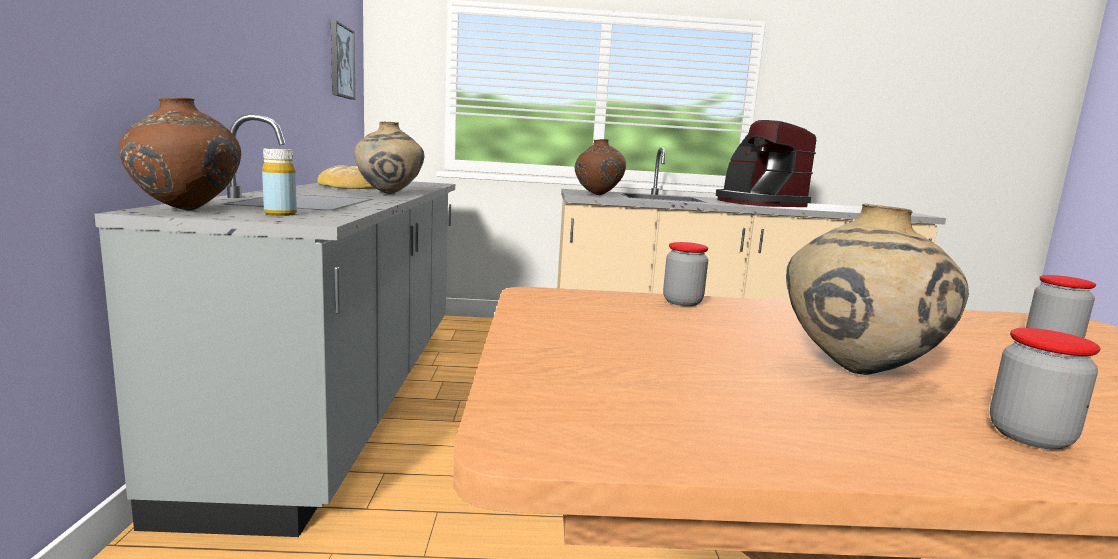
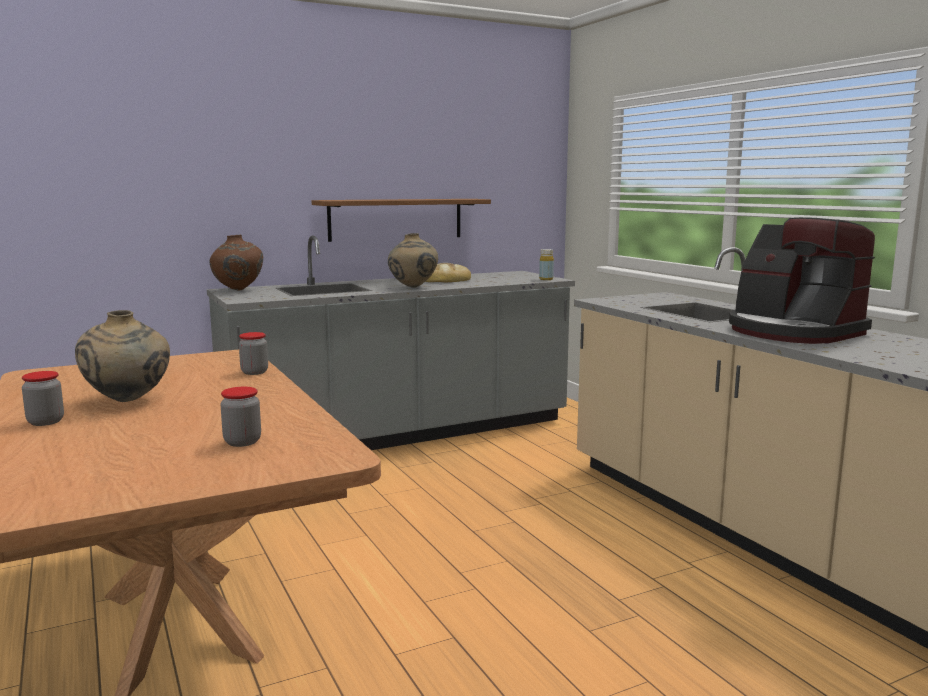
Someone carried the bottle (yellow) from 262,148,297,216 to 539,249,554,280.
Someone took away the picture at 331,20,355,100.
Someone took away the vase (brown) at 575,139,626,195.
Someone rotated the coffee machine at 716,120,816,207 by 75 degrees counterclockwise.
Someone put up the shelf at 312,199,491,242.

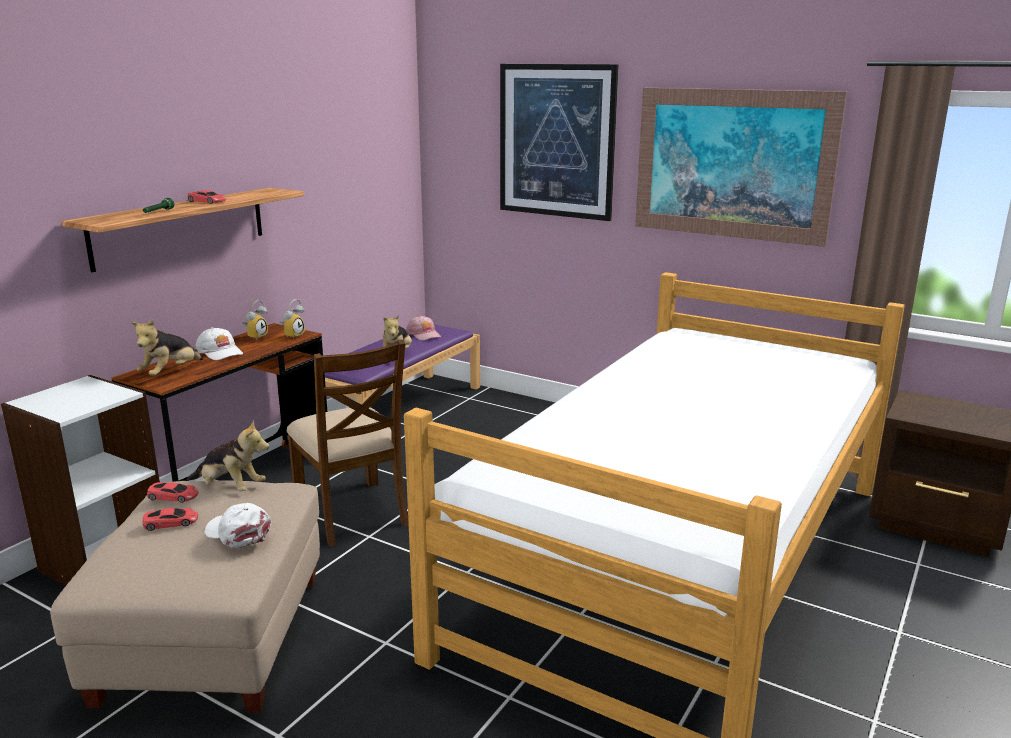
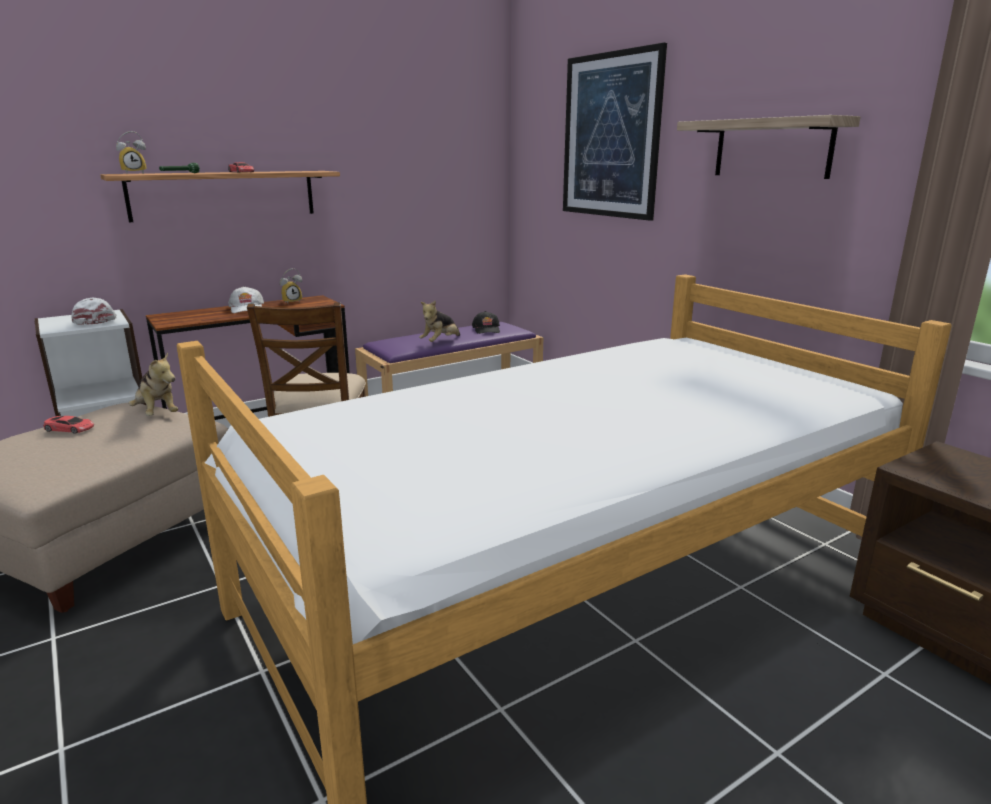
Someone took away the plush toy at 131,319,203,376.
Someone took away the toy car (red) at 147,482,199,503.
Someone carried the cap (white) from 205,503,272,548 to 71,298,117,325.
Someone carried the alarm clock from 280,299,305,339 to 116,131,147,174.
Someone repainted the cap (pink) at 407,315,441,341, which became the cap (black) at 472,311,500,334.
Someone swapped the picture at 635,88,847,247 for the shelf at 677,115,861,179.

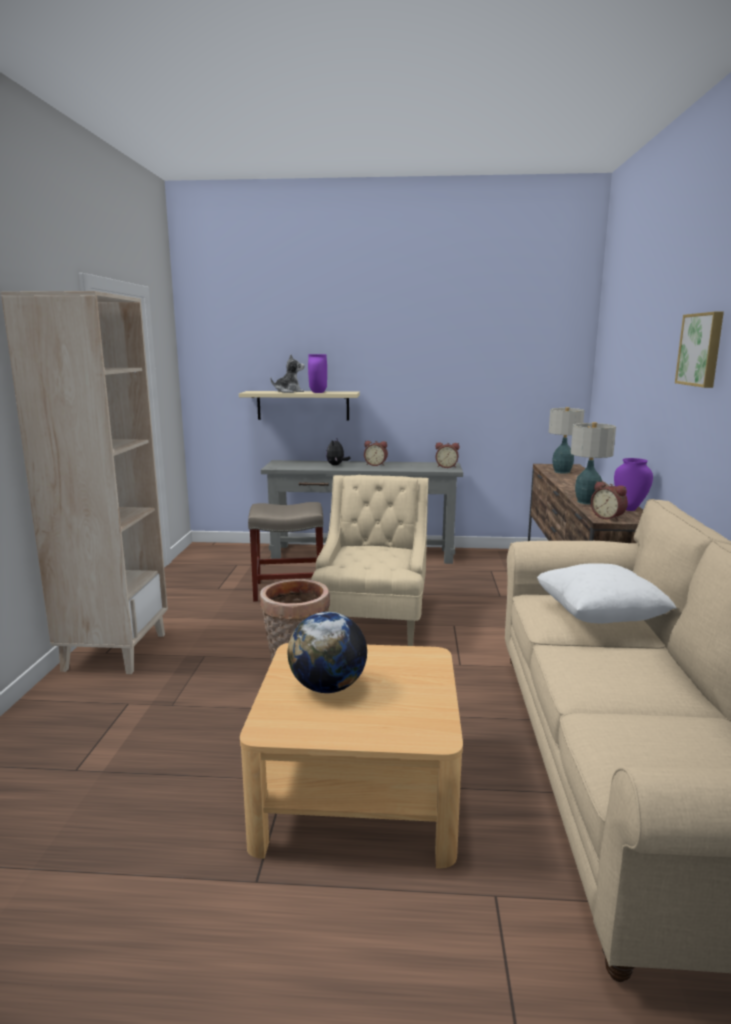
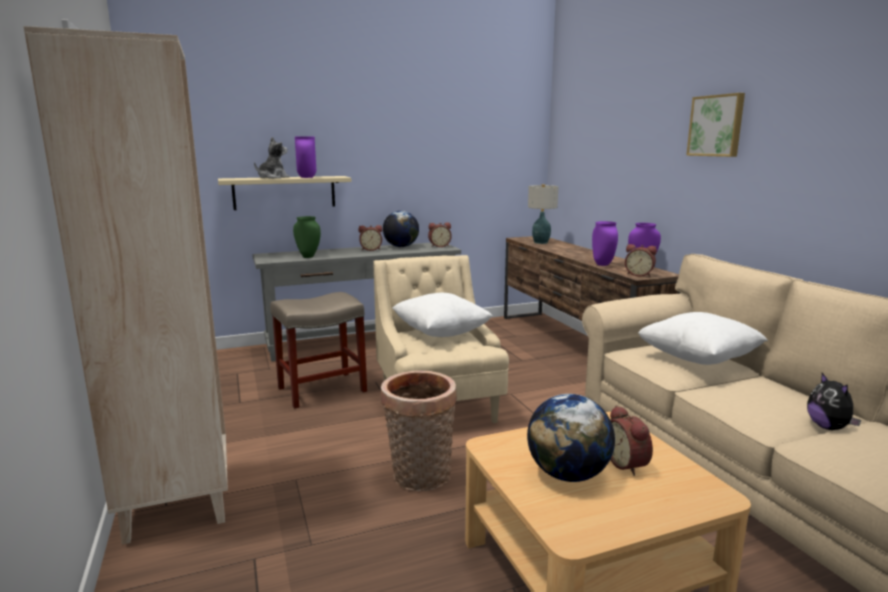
Someone carried the plush toy from 326,439,350,465 to 807,373,862,430.
Someone swapped the table lamp at 571,422,616,505 for the vase (purple) at 592,221,618,266.
Someone put down the vase (green) at 293,216,321,258.
Someone put down the globe at 383,211,419,247.
Someone put down the pillow (white) at 392,293,493,337.
Someone put down the alarm clock at 610,405,653,476.

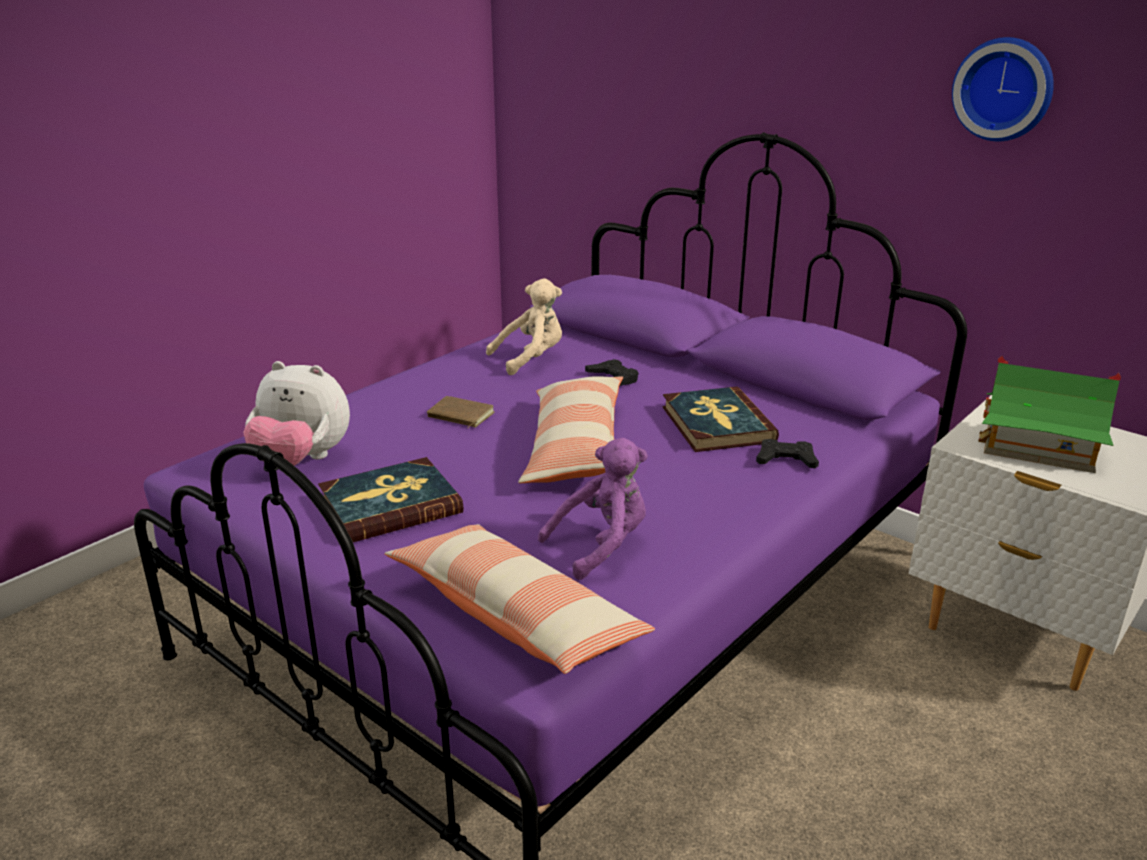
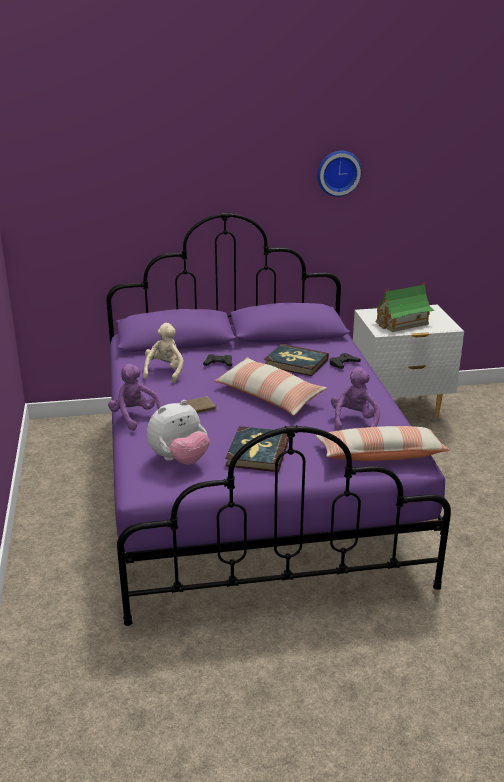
Someone put down the plush toy (purple) at 108,364,163,431.

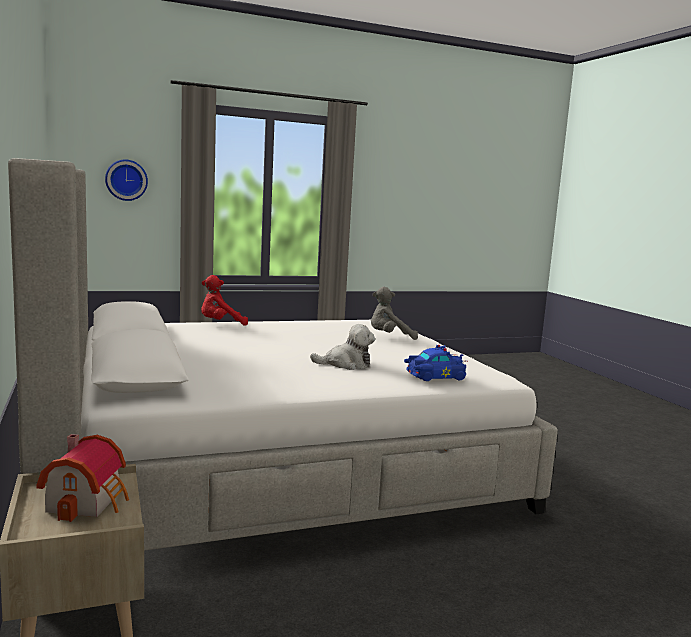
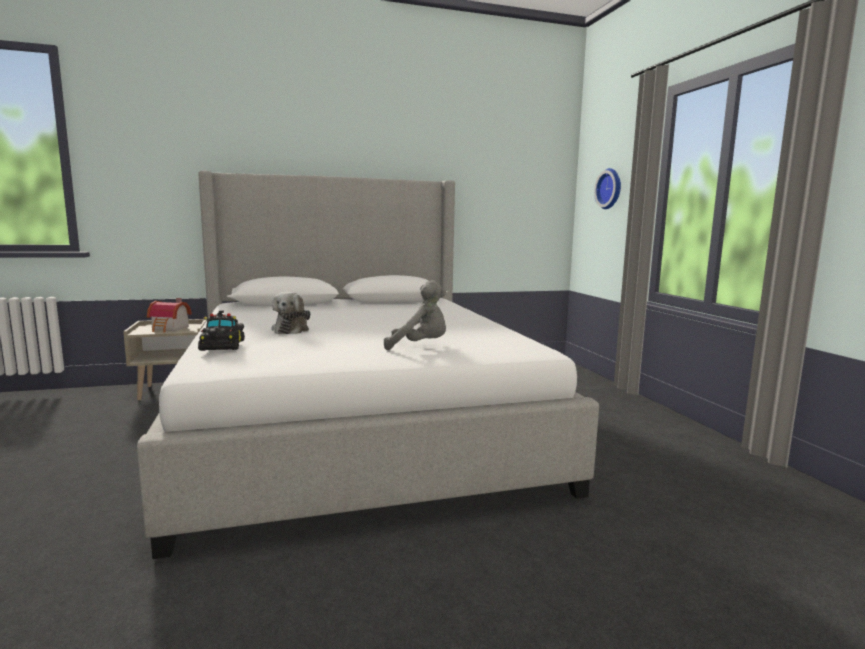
Someone took away the plush toy (red) at 201,275,248,326.
Someone rotated the plush toy (grey) at 371,287,418,340 by 105 degrees clockwise.
Someone repainted the toy car (blue) at 404,344,468,381, which became the toy car (black) at 198,311,245,351.

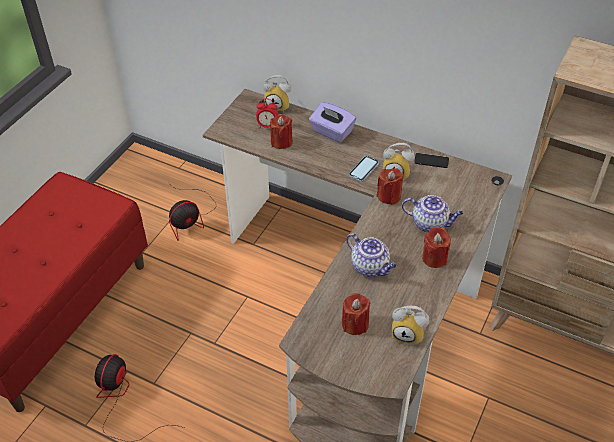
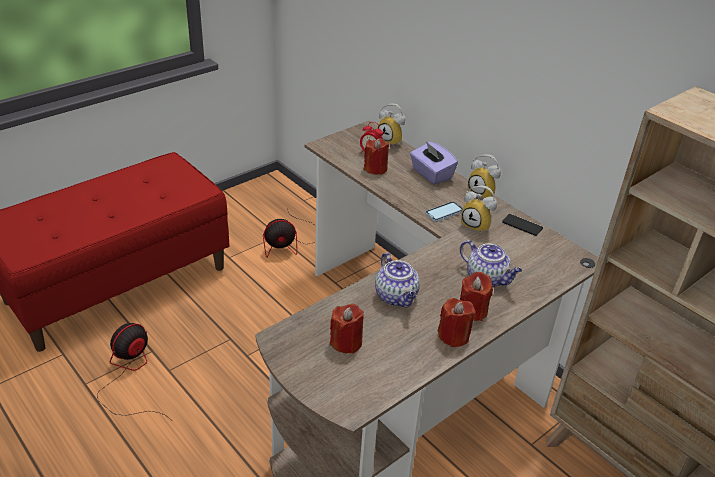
Someone carried the candle (red) from 376,168,404,205 to 438,298,476,347.
Someone carried the alarm clock from 391,306,430,345 to 468,154,501,198.

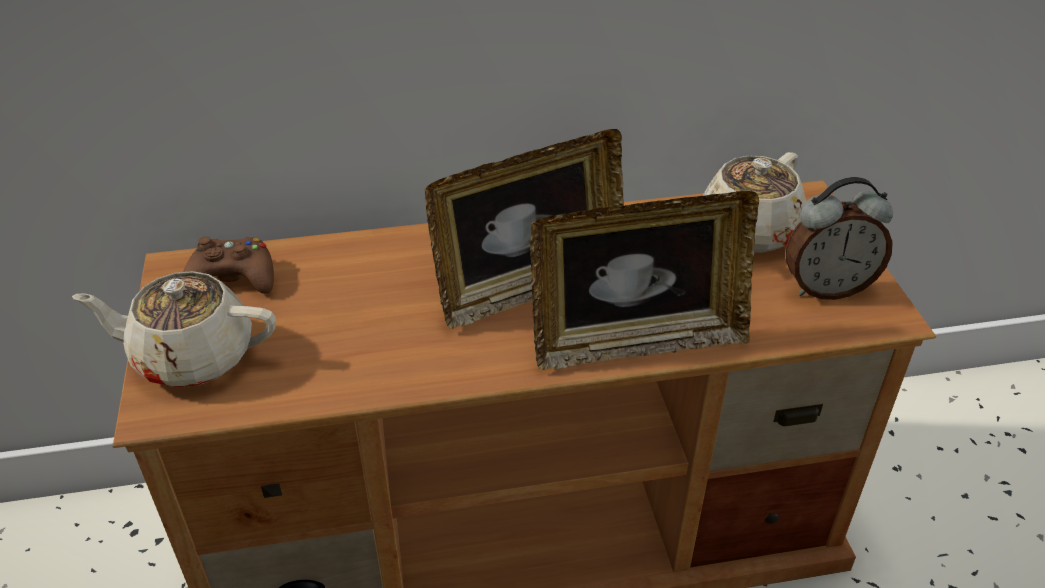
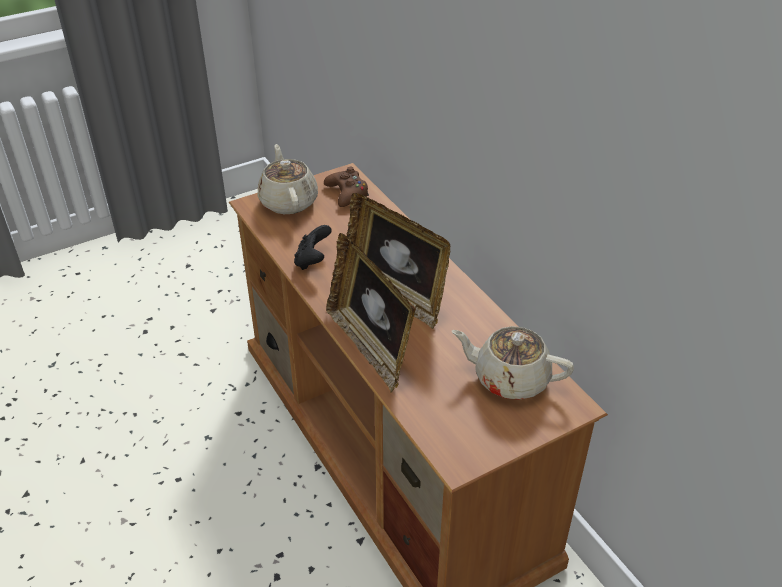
Someone took away the alarm clock at 786,177,893,300.
Someone put down the game controller (black) at 294,225,332,270.

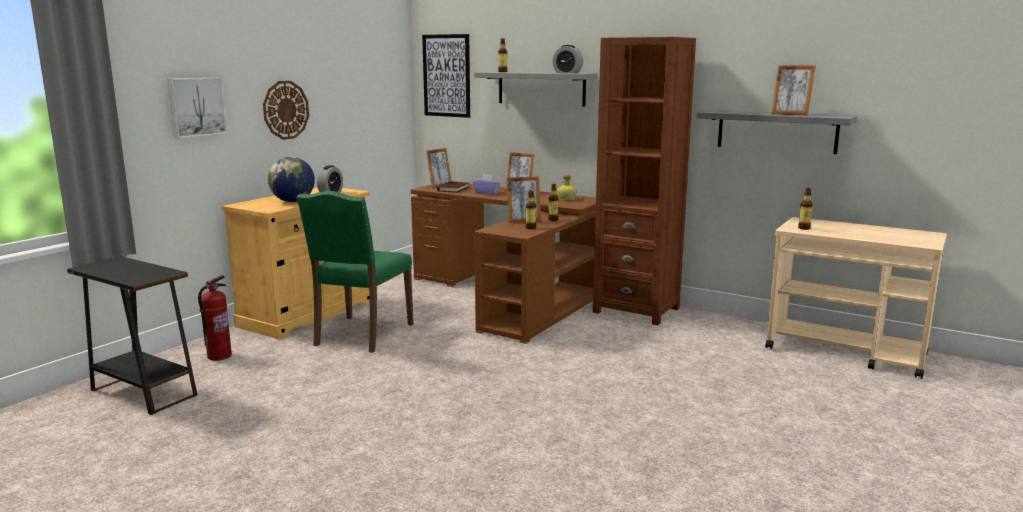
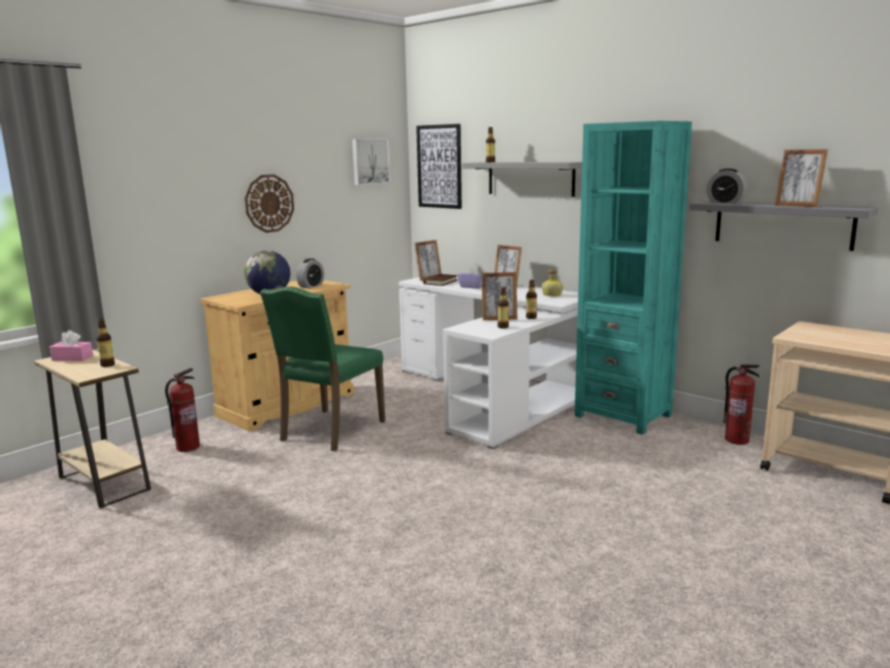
Someone repainted the side table (black) at 67,256,197,415, which became the side table (beige) at 34,349,151,509.
Someone carried the picture from 167,77,227,138 to 352,139,390,185.
Someone repainted the desk (brown) at 411,184,596,344, which became the desk (white) at 399,276,578,449.
Someone carried the alarm clock from 553,45,583,73 to 706,168,748,204.
Someone repainted the bookcase (brown) at 593,37,696,325, which became the bookcase (turquoise) at 575,121,692,435.
Someone carried the bottle from 798,188,813,230 to 97,319,115,367.
Someone put down the tissue box (pink) at 49,330,93,361.
Someone put down the fire extinguisher at 723,364,760,445.

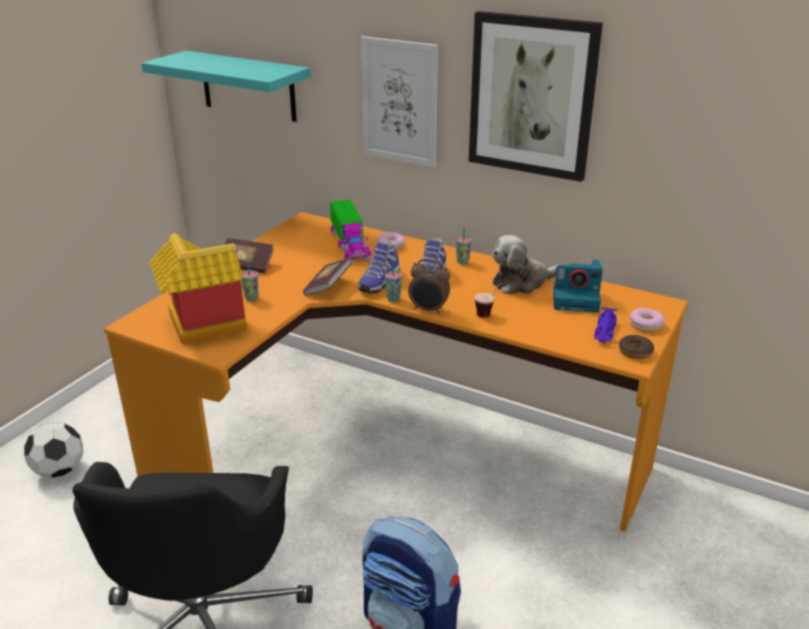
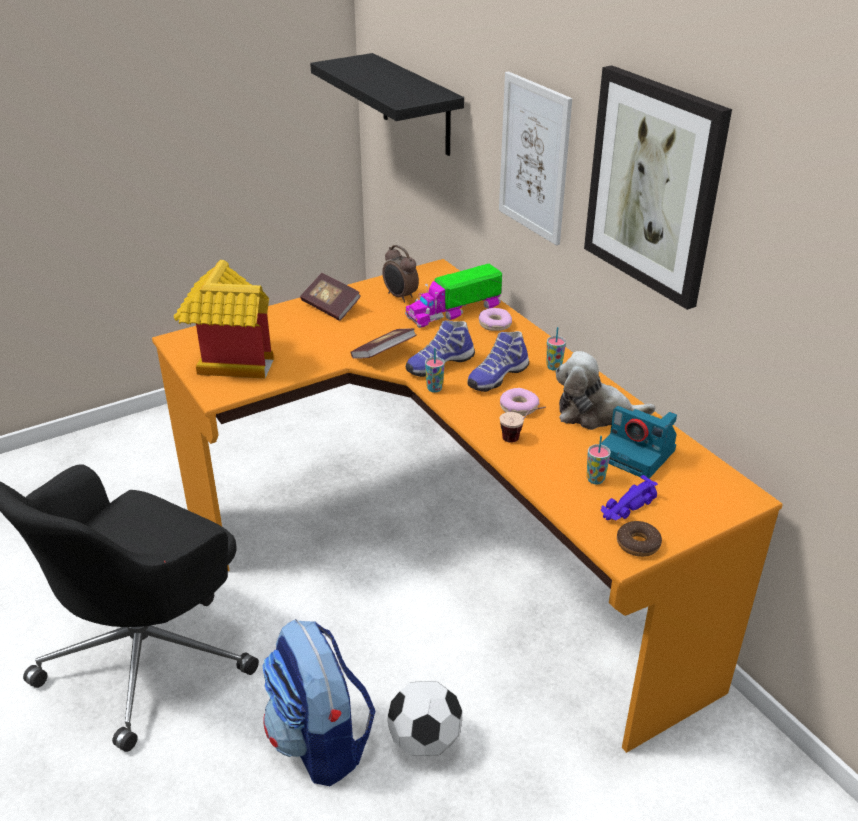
Someone carried the football from 24,422,83,478 to 388,681,462,756.
Someone repainted the shelf (turquoise) at 141,51,311,122, which became the shelf (black) at 310,53,464,156.
Someone carried the cup from 242,261,259,301 to 587,436,611,484.
Someone rotated the toy truck at 330,200,371,262 by 45 degrees clockwise.
Someone carried the alarm clock from 408,259,450,314 to 382,245,419,303.
Someone carried the donut from 629,308,664,331 to 500,388,539,416.

